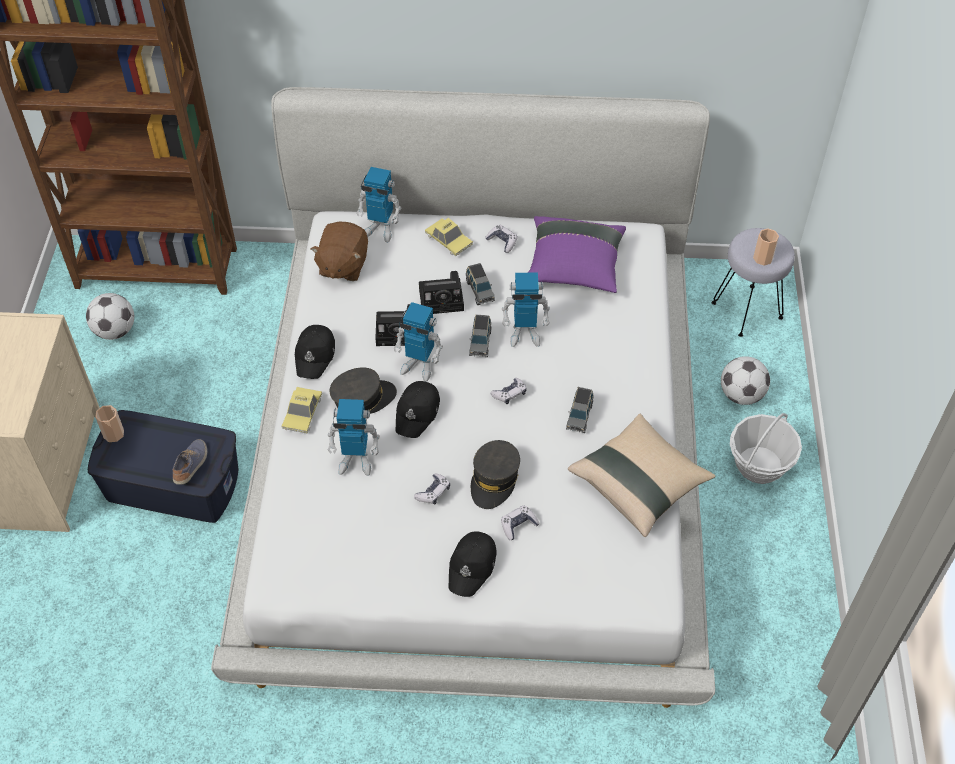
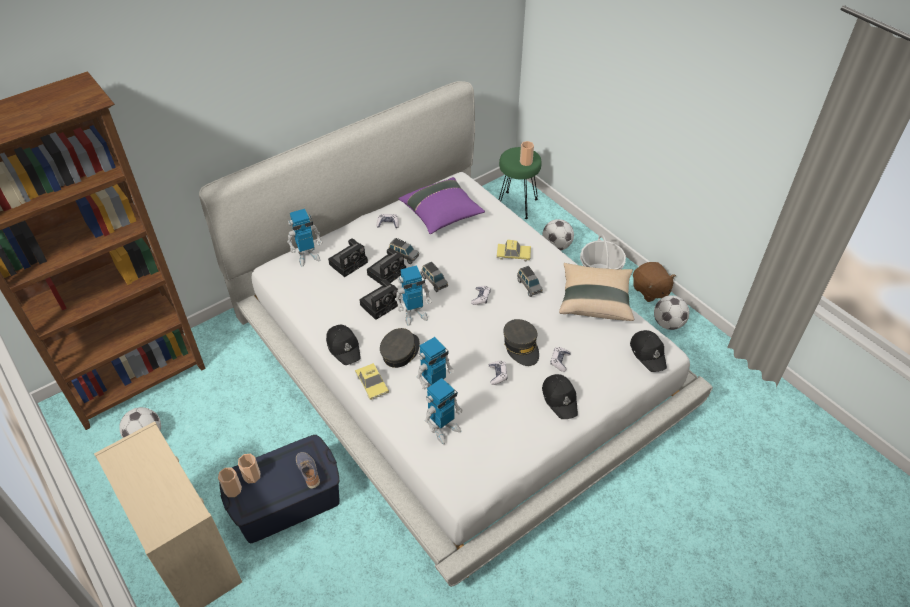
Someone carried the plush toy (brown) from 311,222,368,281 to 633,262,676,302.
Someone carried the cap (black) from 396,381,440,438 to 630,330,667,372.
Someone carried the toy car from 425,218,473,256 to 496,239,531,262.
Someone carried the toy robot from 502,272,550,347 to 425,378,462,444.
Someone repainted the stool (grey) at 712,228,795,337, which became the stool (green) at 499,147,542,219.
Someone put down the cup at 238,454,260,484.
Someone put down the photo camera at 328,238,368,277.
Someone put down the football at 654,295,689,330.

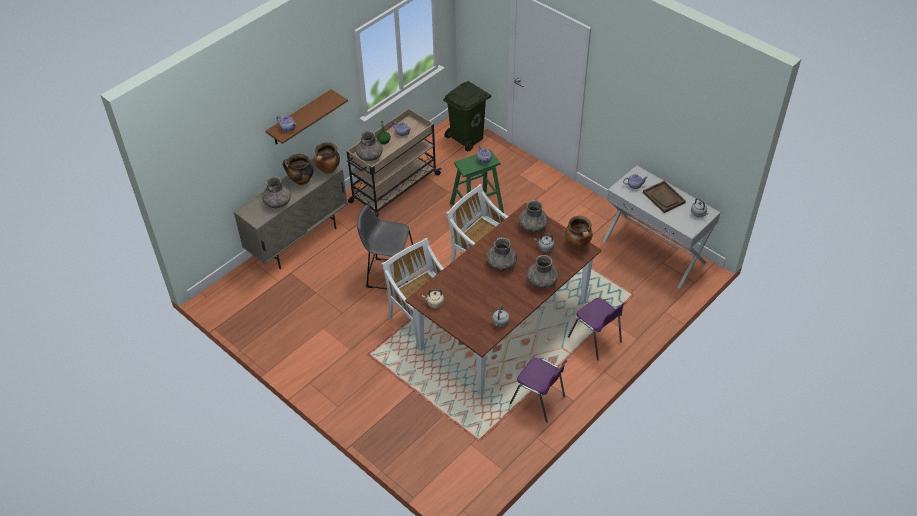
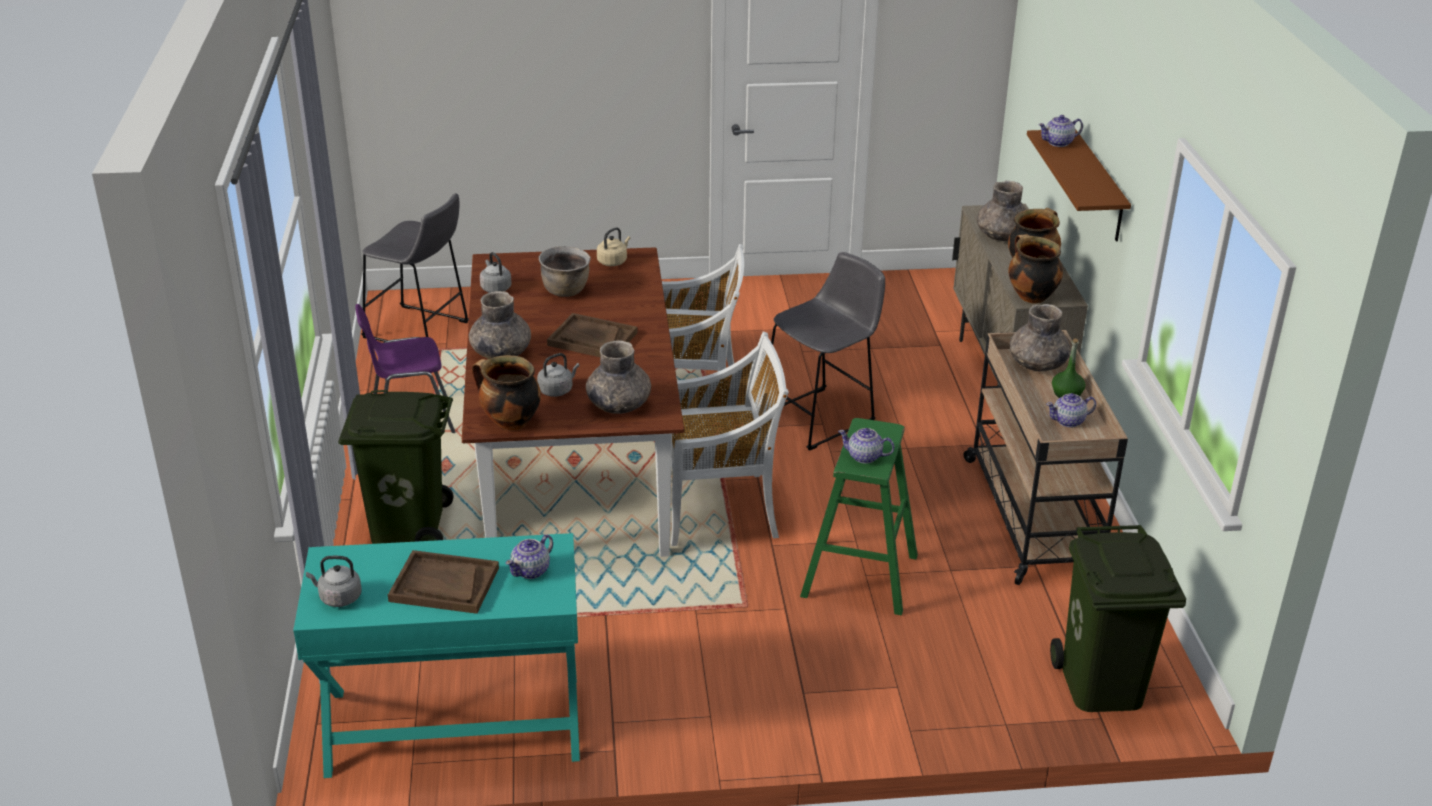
Someone swapped the vase (grey) at 487,237,517,271 for the tray (brown) at 547,313,637,357.
Someone swapped the chair (purple) at 568,298,625,360 for the trash can (green) at 338,390,454,544.
Someone repainted the console table (white) at 603,165,721,289, which became the console table (turquoise) at 293,533,580,778.
Someone put down the stool (grey) at 361,193,469,342.
Someone put down the cooking pot (brown) at 539,246,591,297.

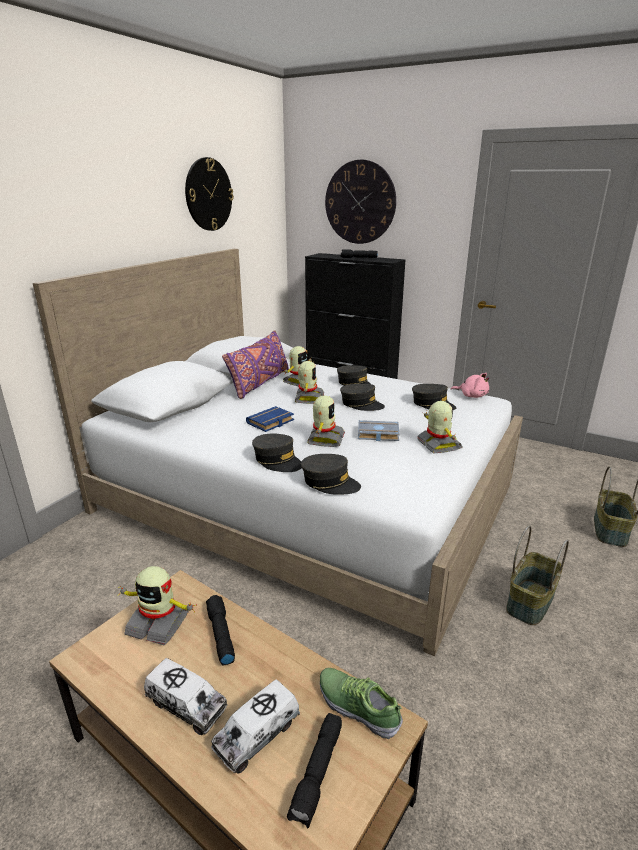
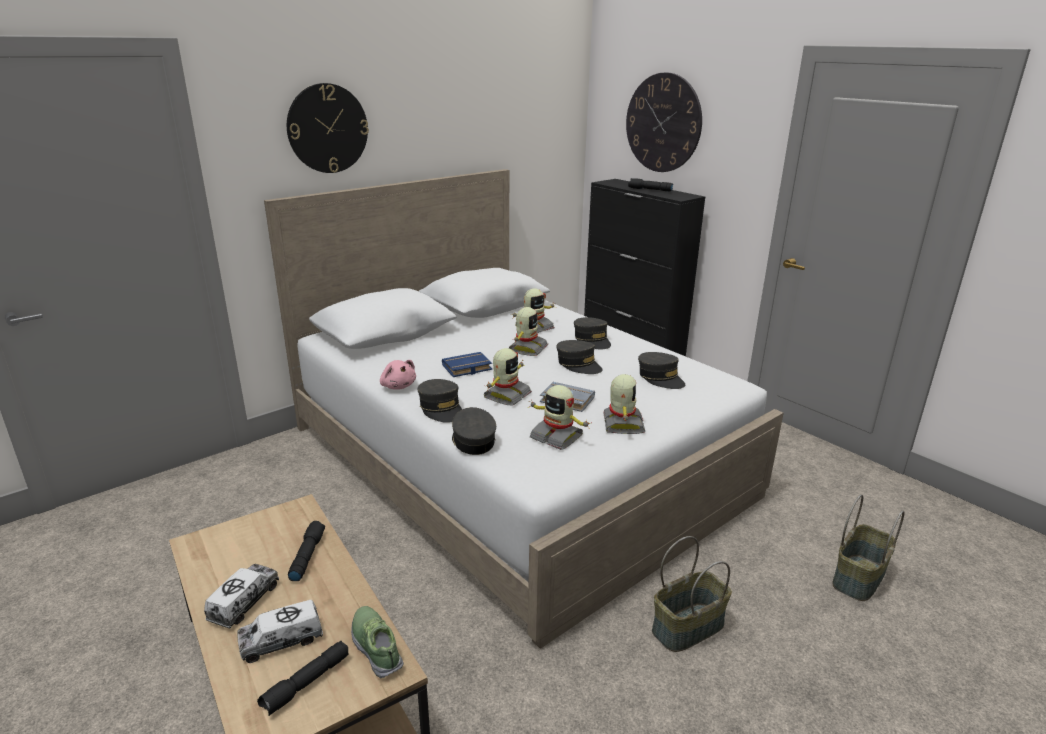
Someone carried the toy robot from 118,566,197,646 to 528,385,592,450.
Someone rotated the toy truck at 144,658,227,735 by 120 degrees counterclockwise.
Someone carried the wall clock from 185,157,234,231 to 287,83,369,173.
Someone took away the pillow (purple) at 222,330,289,399.
Someone rotated the cap (grey) at 301,454,361,495 by 150 degrees counterclockwise.
Someone carried the plush toy (pink) from 451,373,489,398 to 380,360,416,390.

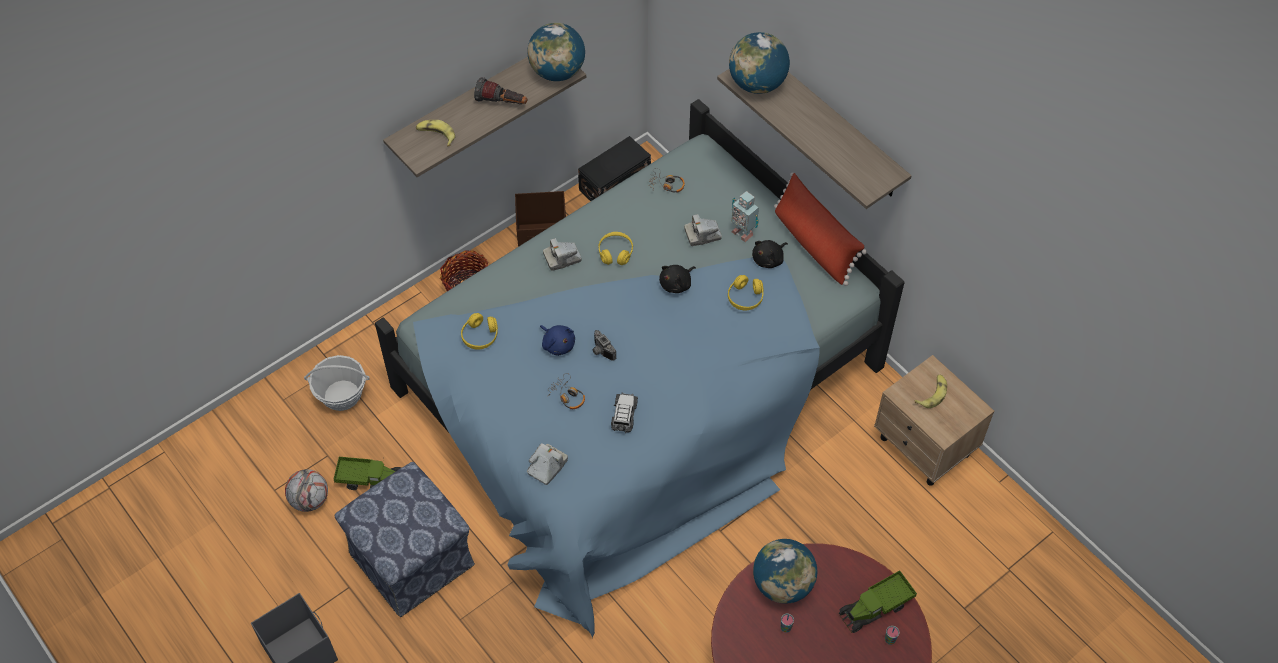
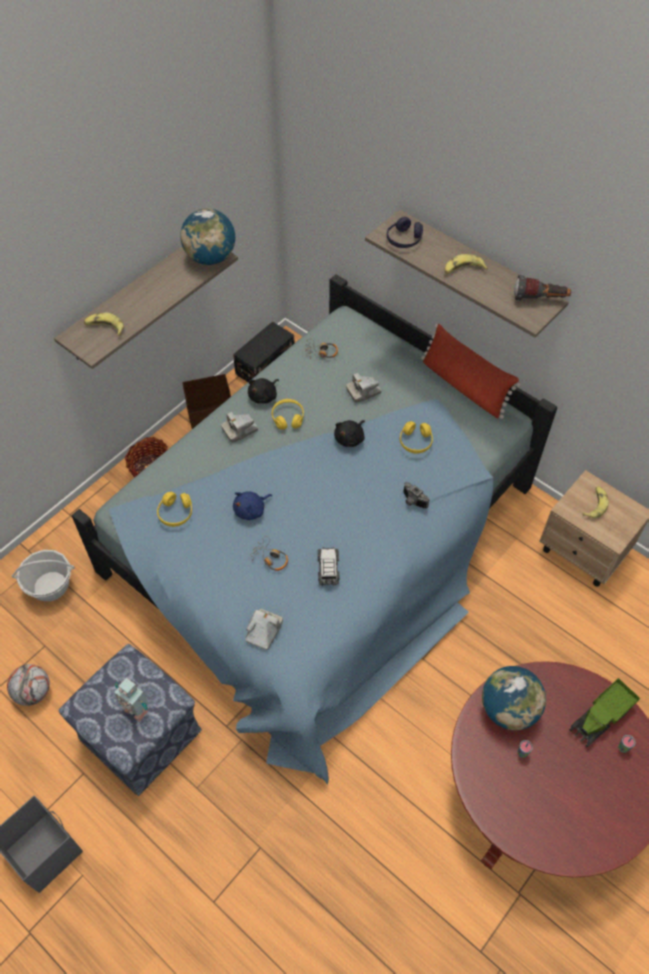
Someone took away the toy truck at 333,457,402,490.
Someone carried the flashlight from 474,77,527,104 to 514,275,571,301.
Someone rotated the plush toy (blue) at 540,325,575,356 by 105 degrees clockwise.
Someone carried the photo camera from 593,330,616,361 to 403,482,430,509.
Someone swapped the globe at 729,32,790,94 for the headphones (purple) at 387,217,423,248.
Someone carried the toy robot from 731,191,759,242 to 114,678,148,722.
Someone carried the plush toy (black) from 752,240,788,268 to 248,378,279,404.
Someone put down the banana at 445,254,488,274.

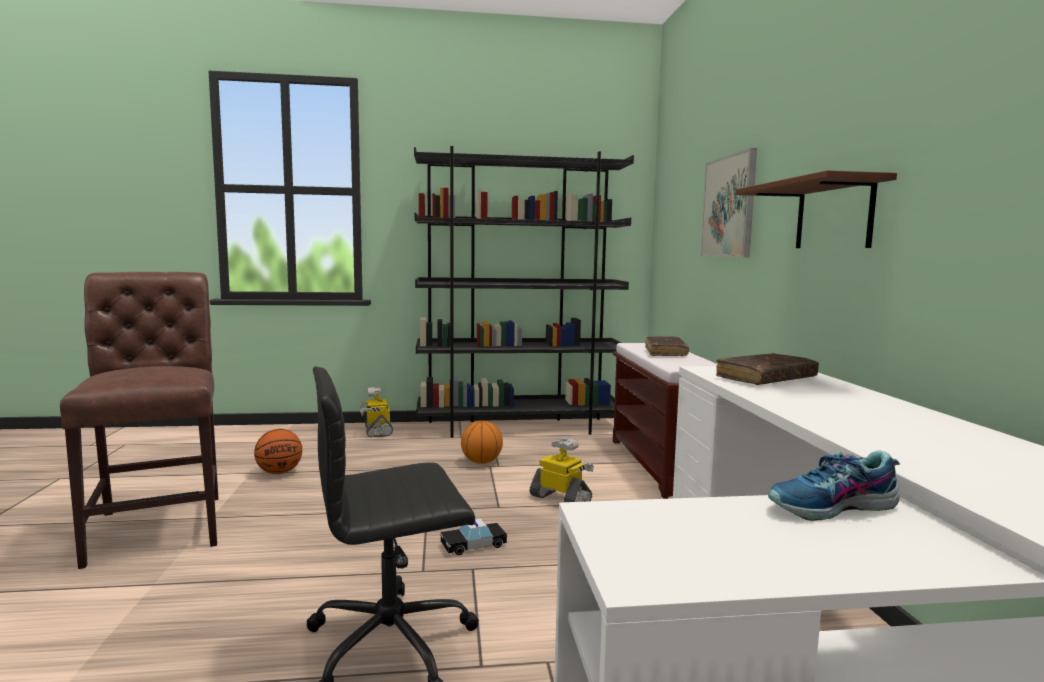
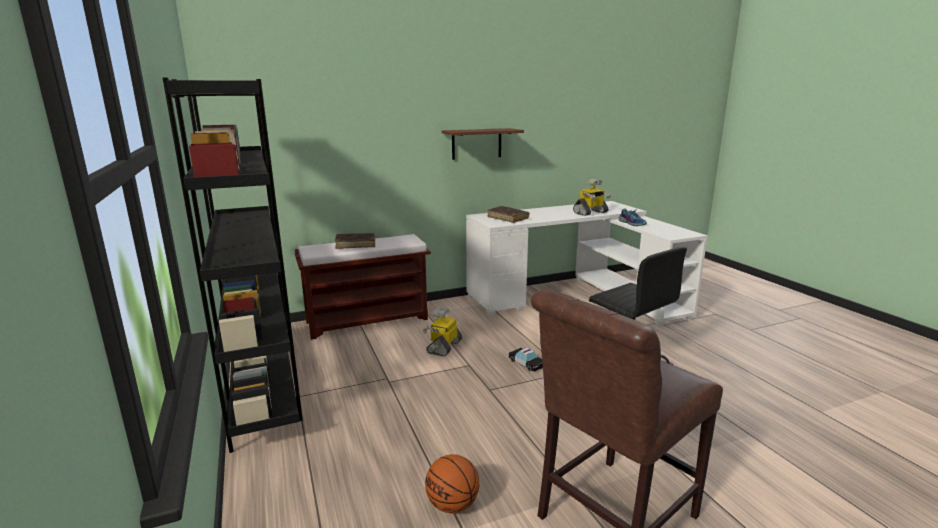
Someone carried the toy robot from 360,387,393,437 to 573,179,611,216.
Someone took away the basketball at 461,421,503,464.
Someone took away the picture at 700,148,757,257.

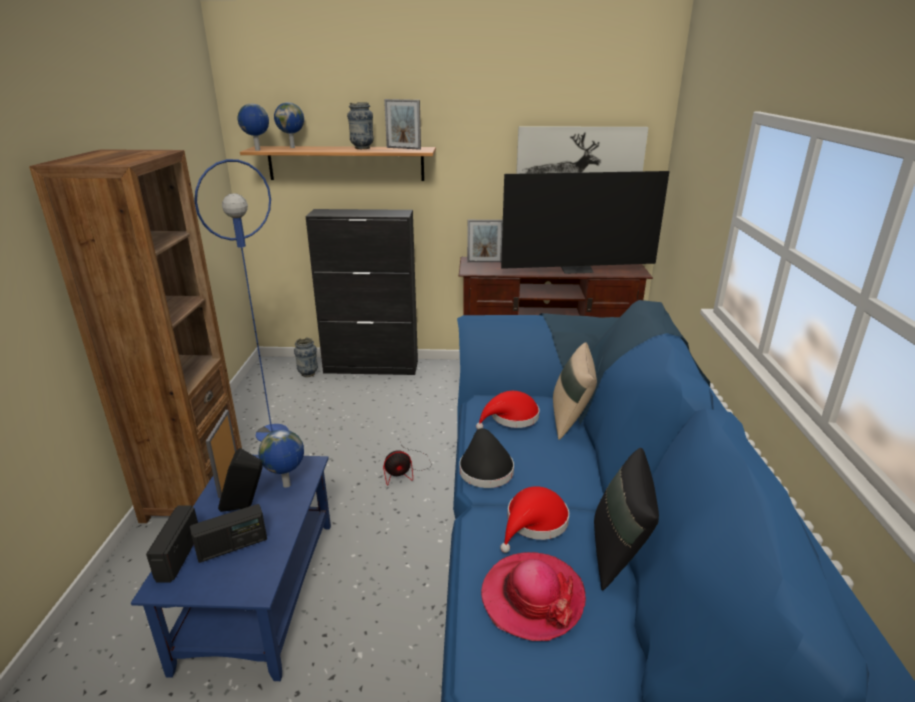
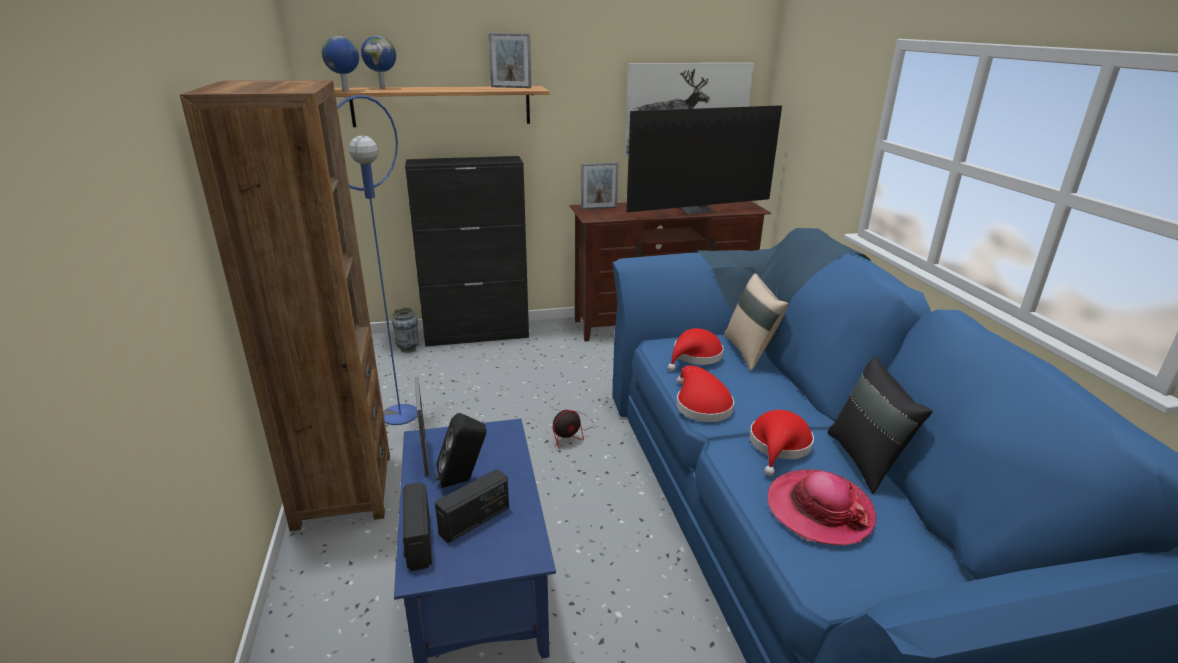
Someone took away the globe at 258,429,304,488.
Someone took away the vase at 347,102,374,149.
Someone repainted the hat (black) at 459,428,514,488, which became the hat (red) at 677,365,734,422.

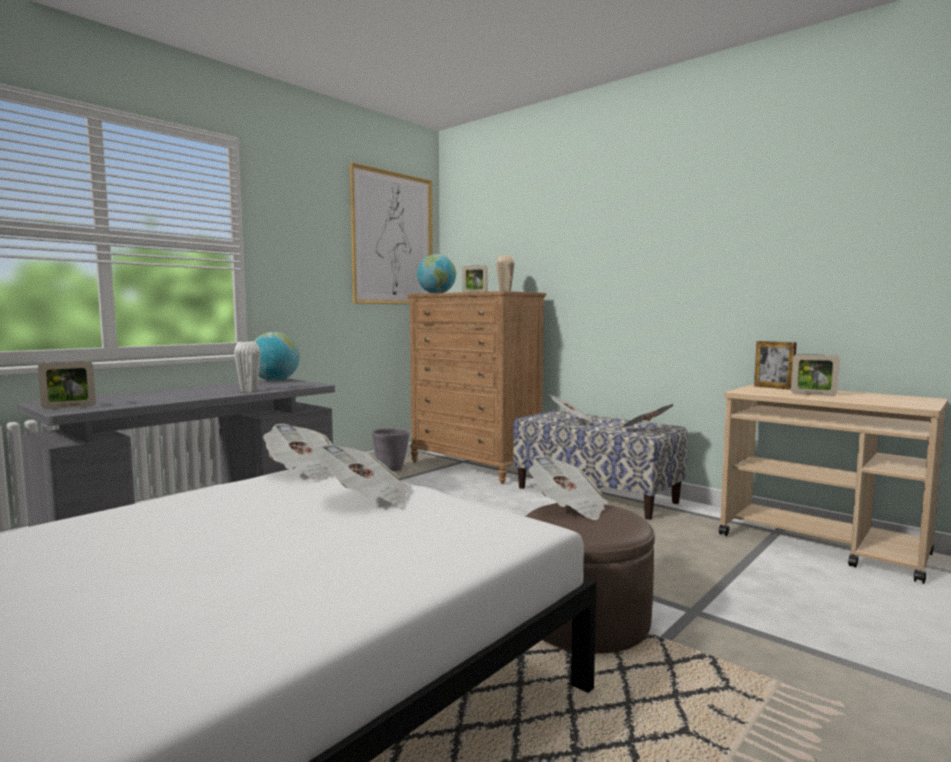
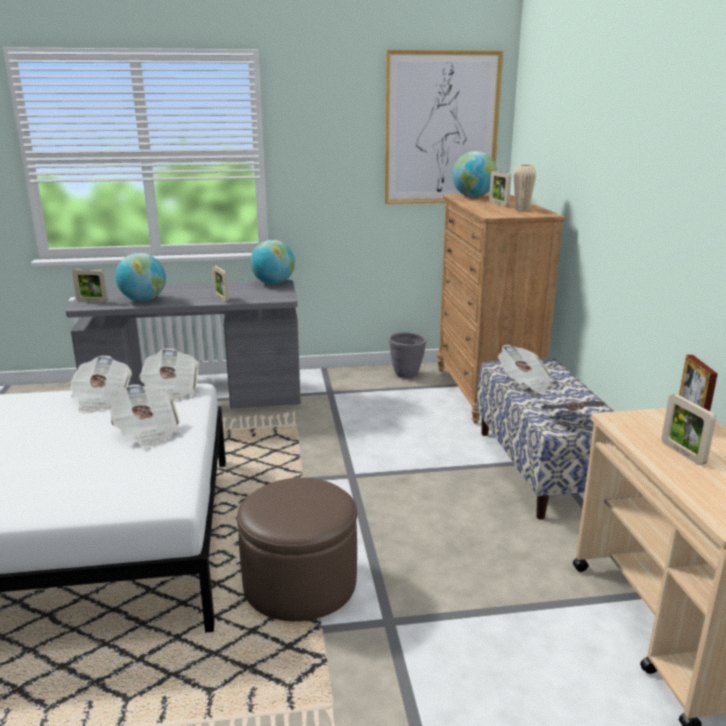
Someone swapped the vase (white) at 234,341,261,392 for the picture frame at 212,266,229,302.
Someone carried the newspaper from 529,456,608,520 to 69,356,132,414.
Someone put down the globe at 116,253,166,301.

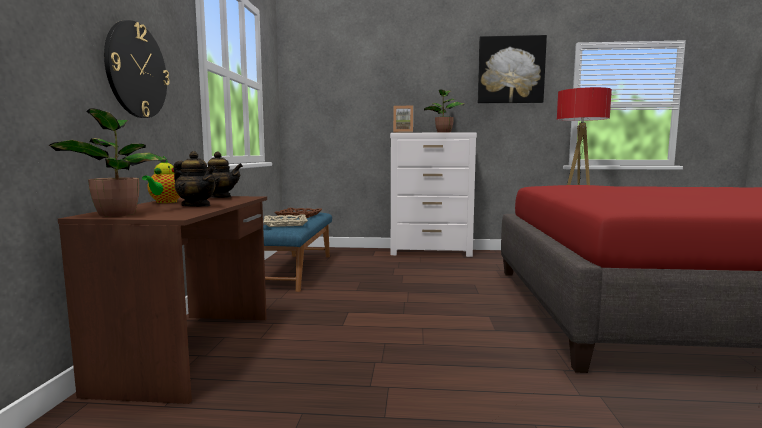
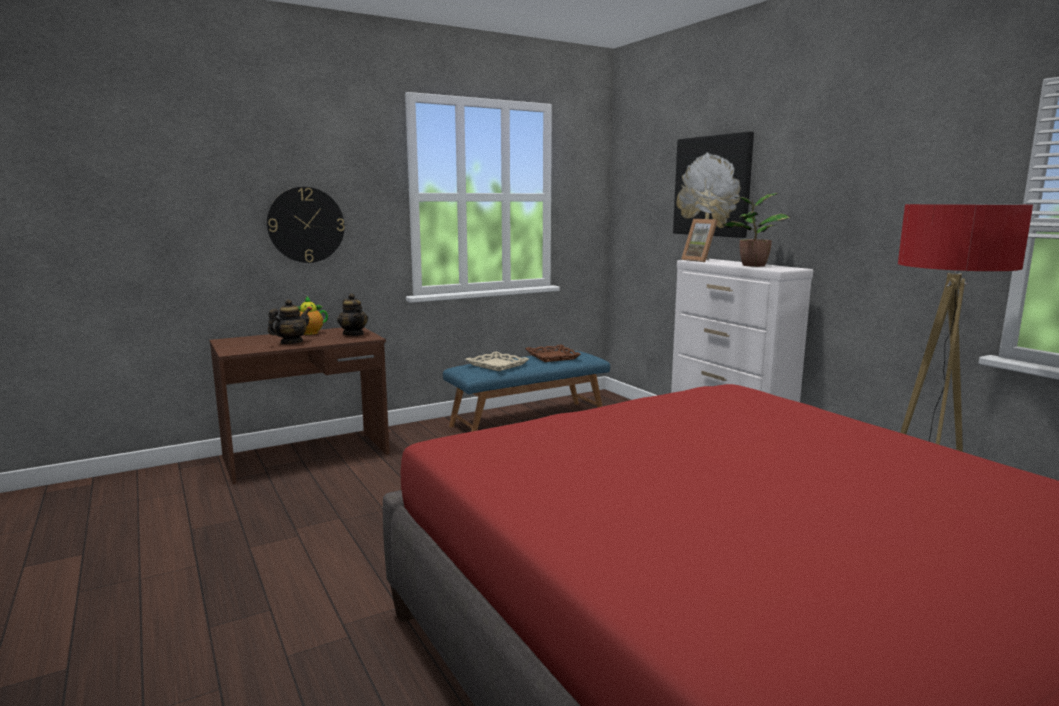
Someone took away the potted plant at 49,108,167,217.
Someone rotated the teapot at 173,151,216,207 by 135 degrees counterclockwise.
Someone carried the picture from 478,35,547,103 to 673,131,754,238.

